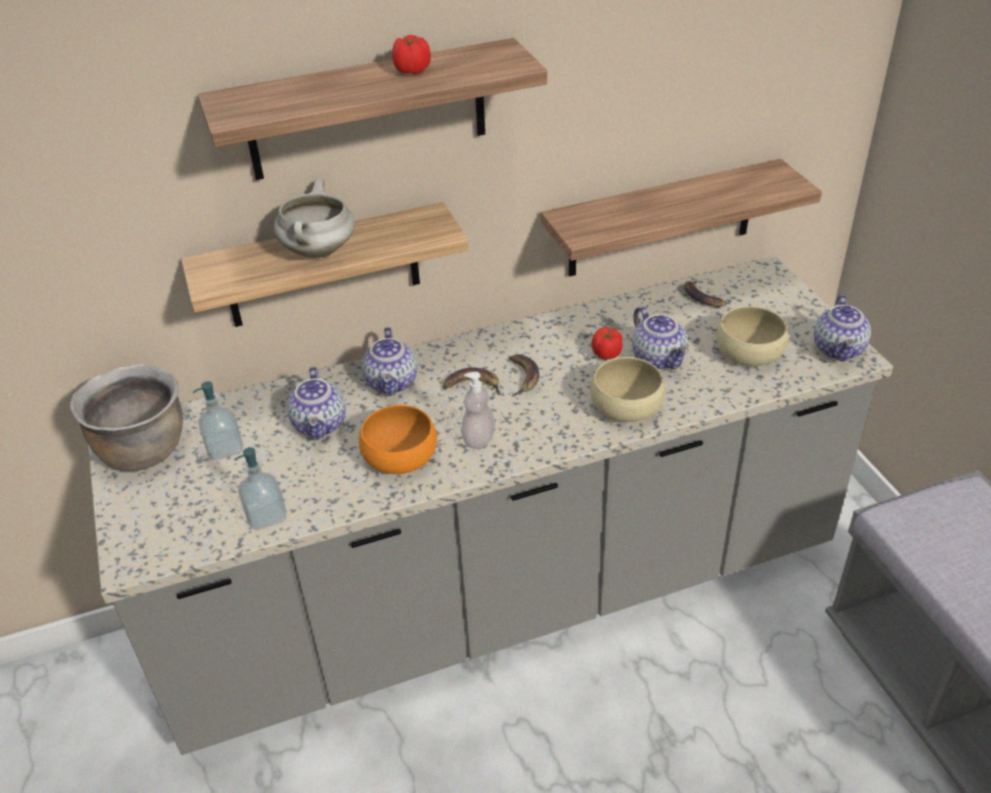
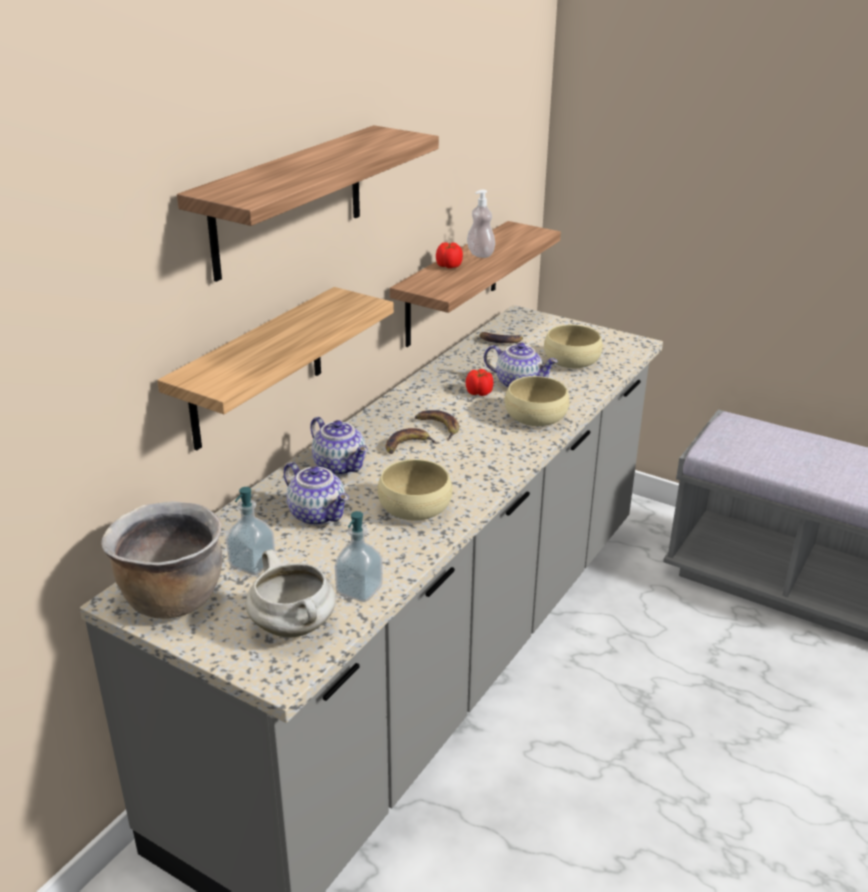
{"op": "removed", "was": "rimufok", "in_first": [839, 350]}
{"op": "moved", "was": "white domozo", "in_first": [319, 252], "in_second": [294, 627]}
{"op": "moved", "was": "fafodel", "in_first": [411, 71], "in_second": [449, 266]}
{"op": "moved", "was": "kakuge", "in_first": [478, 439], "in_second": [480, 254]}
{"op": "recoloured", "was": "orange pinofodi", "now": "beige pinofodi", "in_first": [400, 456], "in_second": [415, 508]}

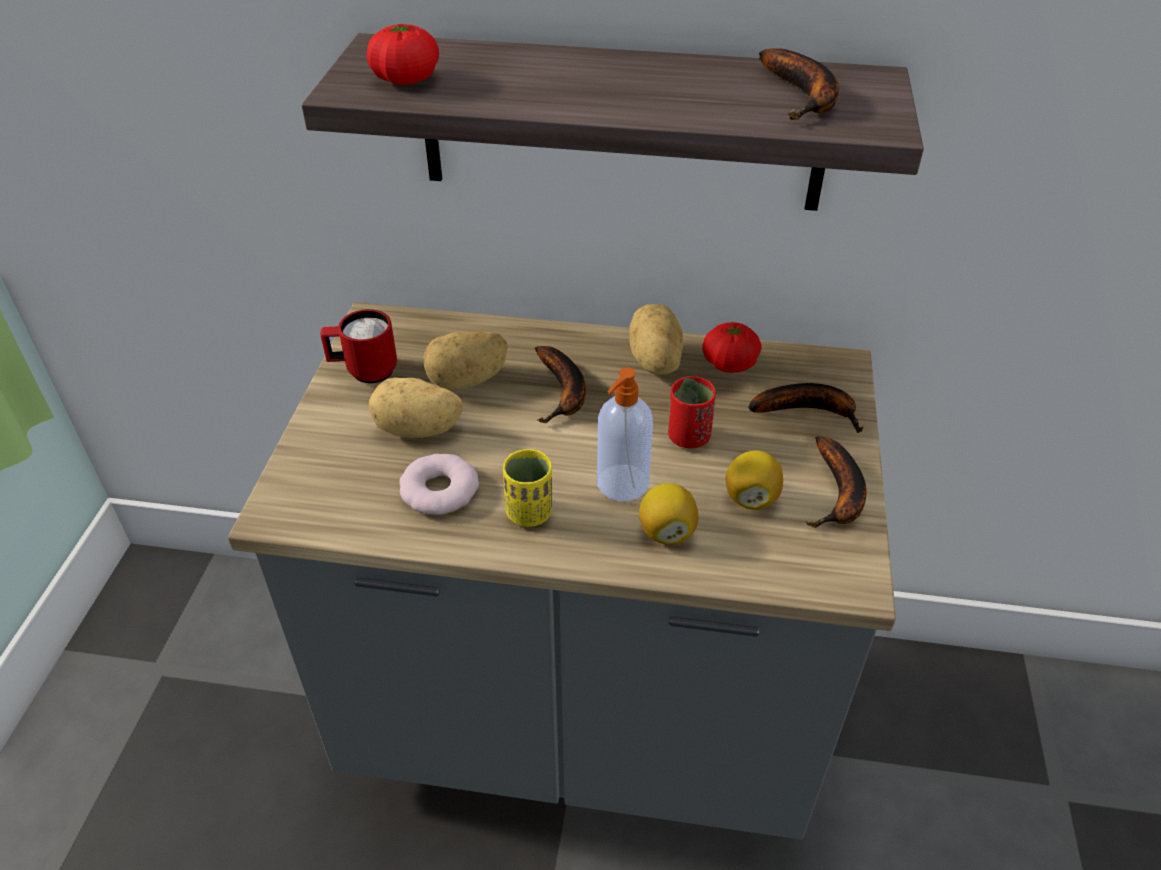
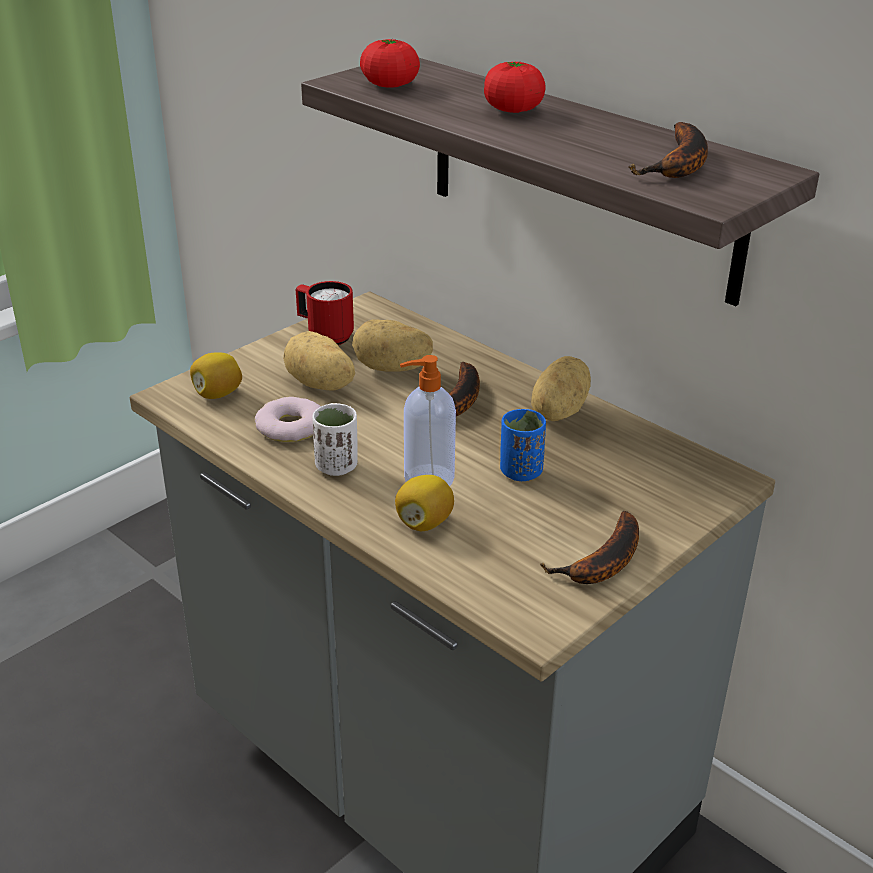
{"op": "removed", "was": "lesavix", "in_first": [809, 410]}
{"op": "moved", "was": "fafodel", "in_first": [729, 363], "in_second": [513, 110]}
{"op": "moved", "was": "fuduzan", "in_first": [751, 497], "in_second": [217, 394]}
{"op": "recoloured", "was": "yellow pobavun", "now": "white pobavun", "in_first": [529, 513], "in_second": [336, 466]}
{"op": "recoloured", "was": "red pobavun", "now": "blue pobavun", "in_first": [688, 437], "in_second": [521, 472]}

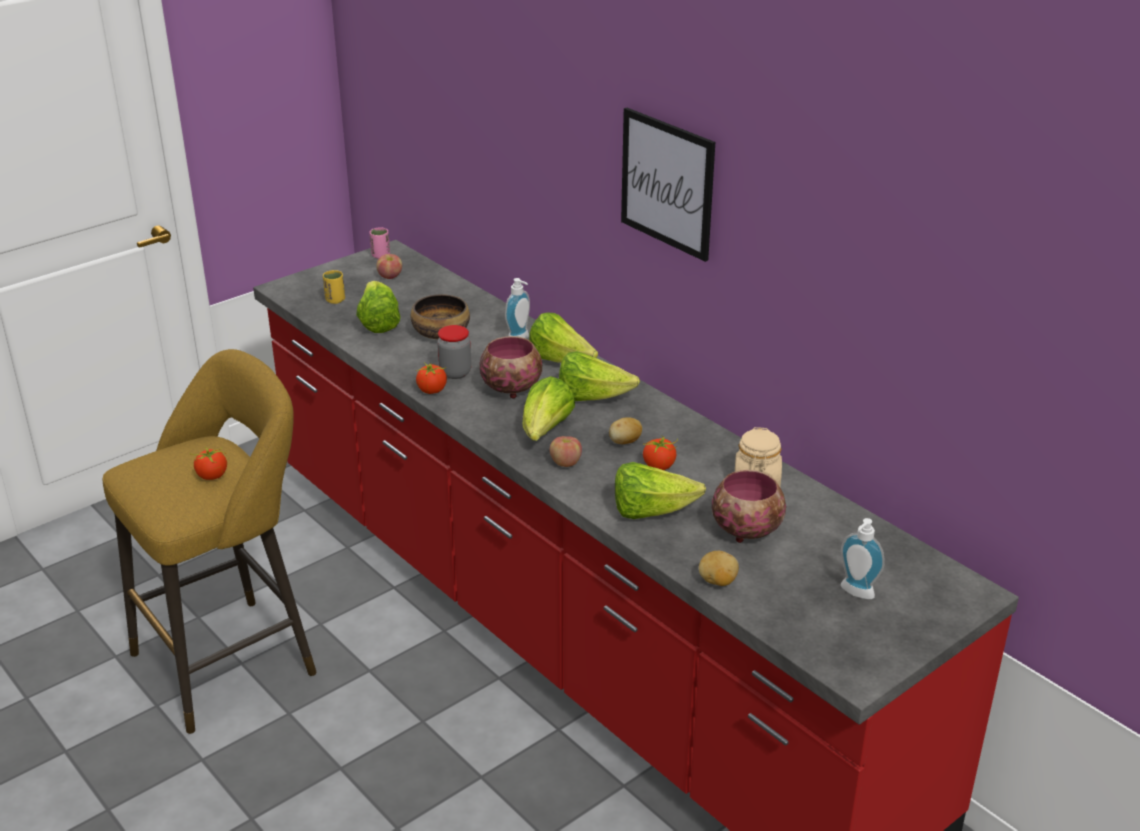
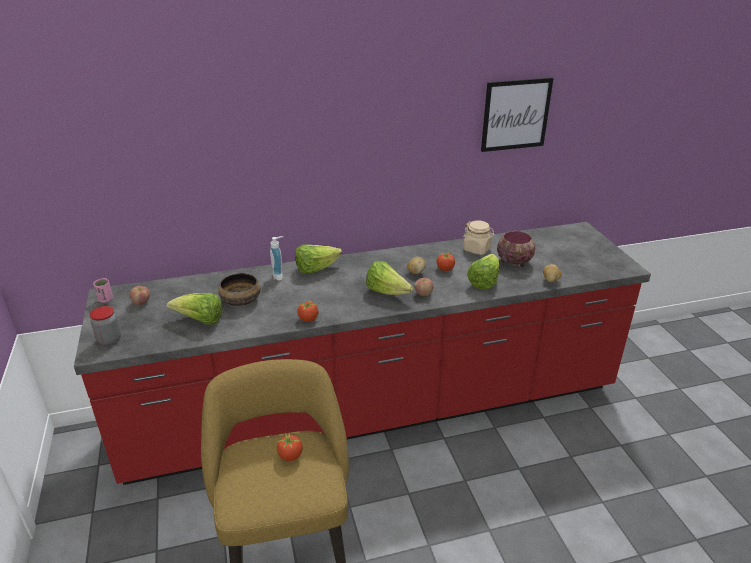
{"op": "removed", "was": "yellow pobavun", "in_first": [335, 300]}
{"op": "removed", "was": "pinofodi", "in_first": [512, 388]}
{"op": "removed", "was": "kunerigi", "in_first": [591, 398]}
{"op": "removed", "was": "kakuge", "in_first": [855, 593]}
{"op": "moved", "was": "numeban", "in_first": [455, 373], "in_second": [109, 340]}
{"op": "moved", "was": "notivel", "in_first": [667, 183], "in_second": [515, 114]}

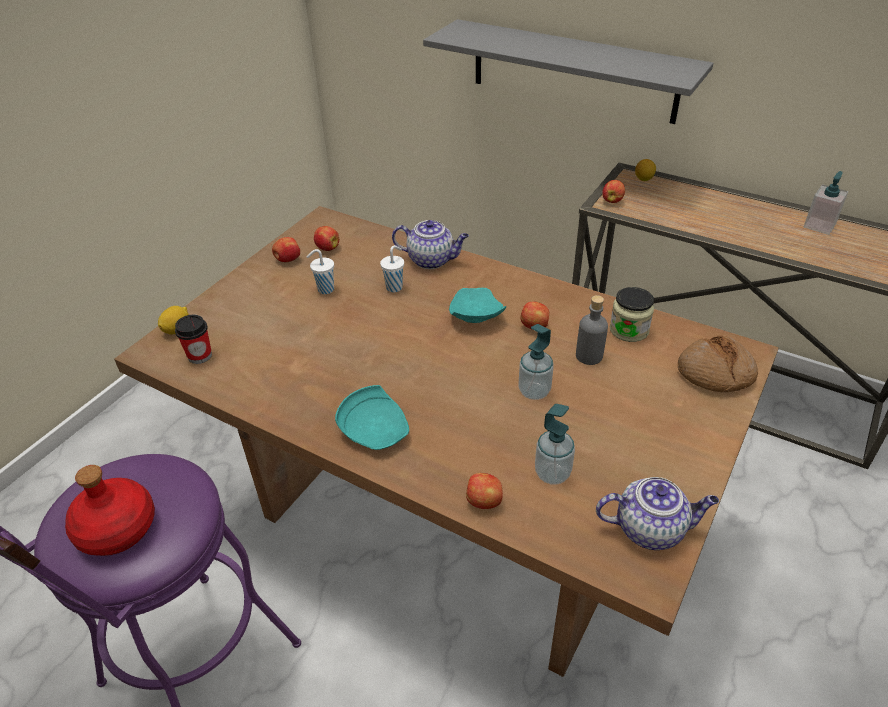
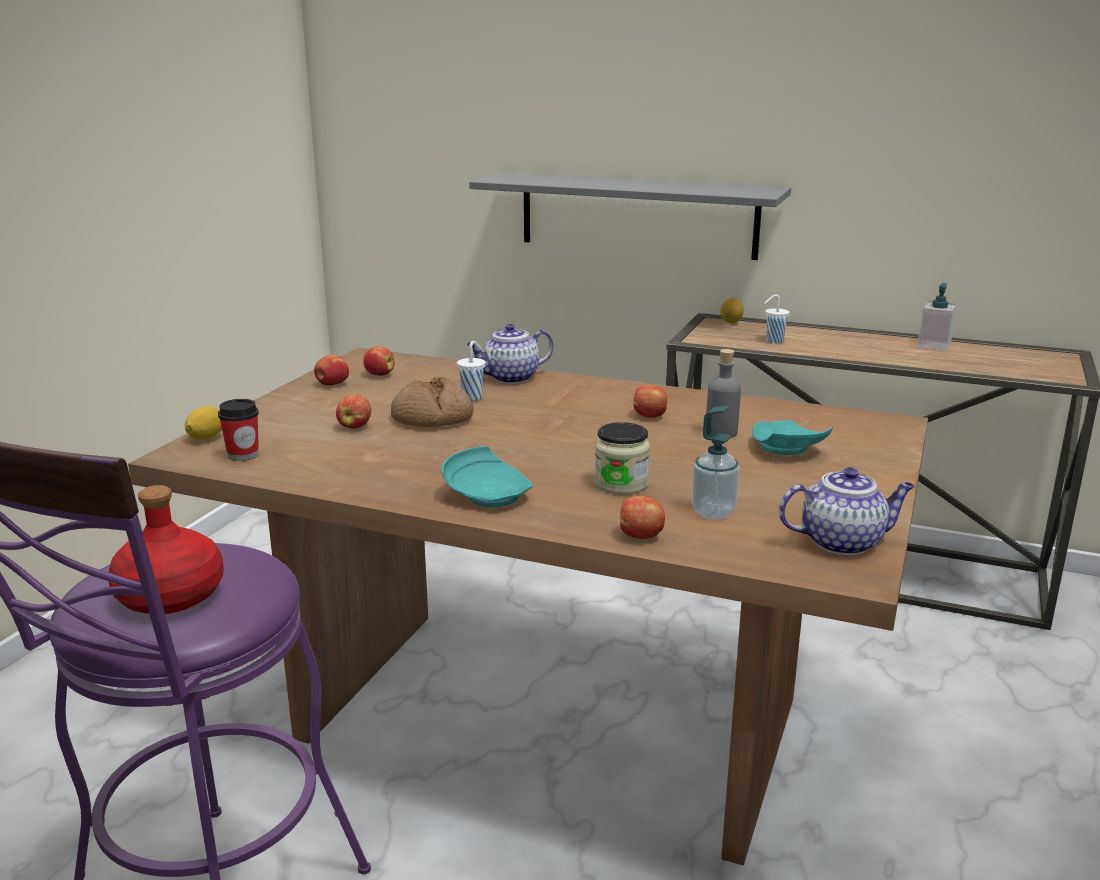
{"op": "removed", "was": "kakuge", "in_first": [534, 391]}
{"op": "moved", "was": "white pobavun", "in_first": [324, 289], "in_second": [773, 341]}
{"op": "moved", "was": "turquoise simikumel", "in_first": [474, 316], "in_second": [786, 450]}
{"op": "moved", "was": "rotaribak", "in_first": [612, 200], "in_second": [355, 426]}
{"op": "moved", "was": "numeban", "in_first": [629, 330], "in_second": [621, 484]}
{"op": "moved", "was": "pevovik", "in_first": [715, 374], "in_second": [432, 418]}
{"op": "turned", "was": "rimufok", "in_first": [432, 260], "in_second": [510, 378], "clockwise": 150}

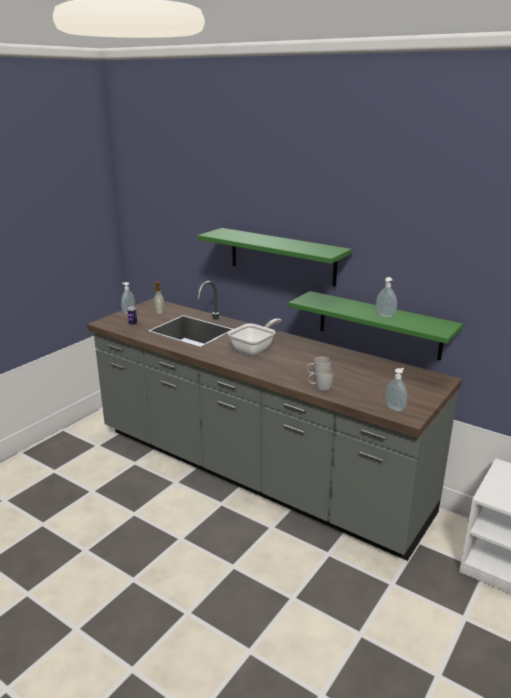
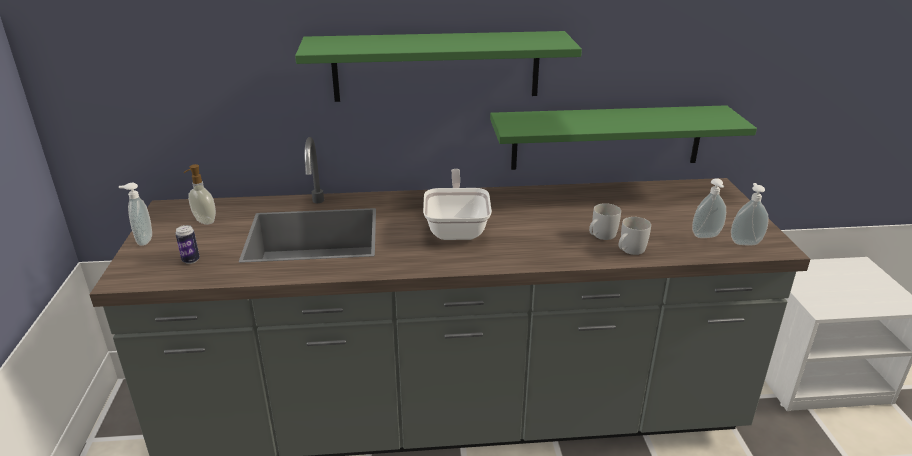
{"op": "moved", "was": "kakuge", "in_first": [384, 316], "in_second": [706, 237]}

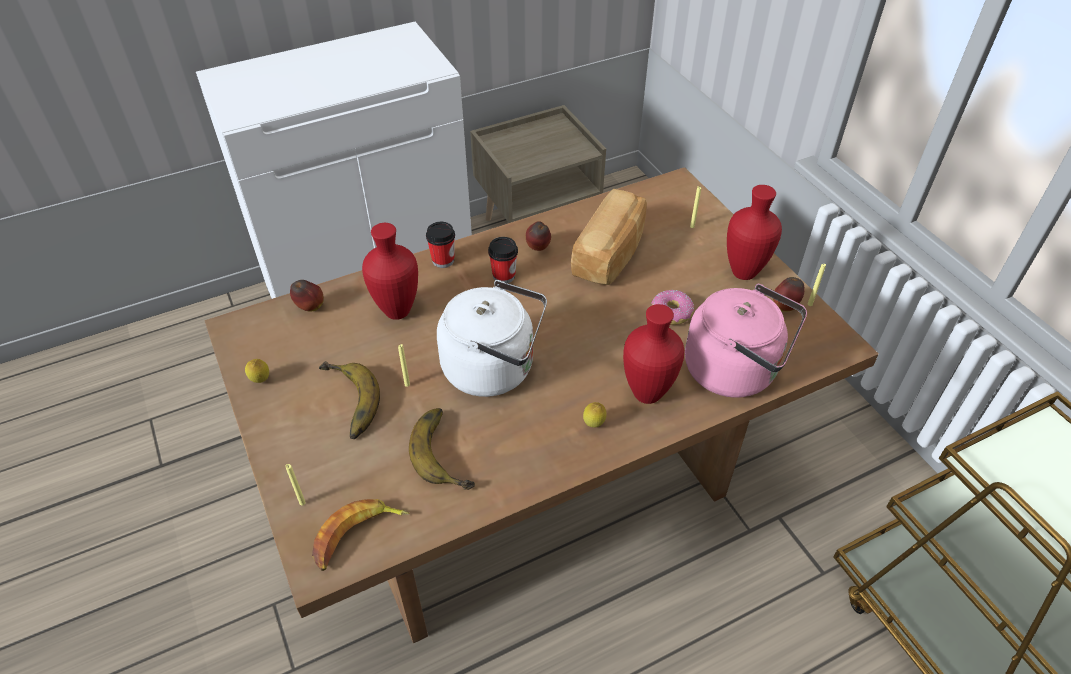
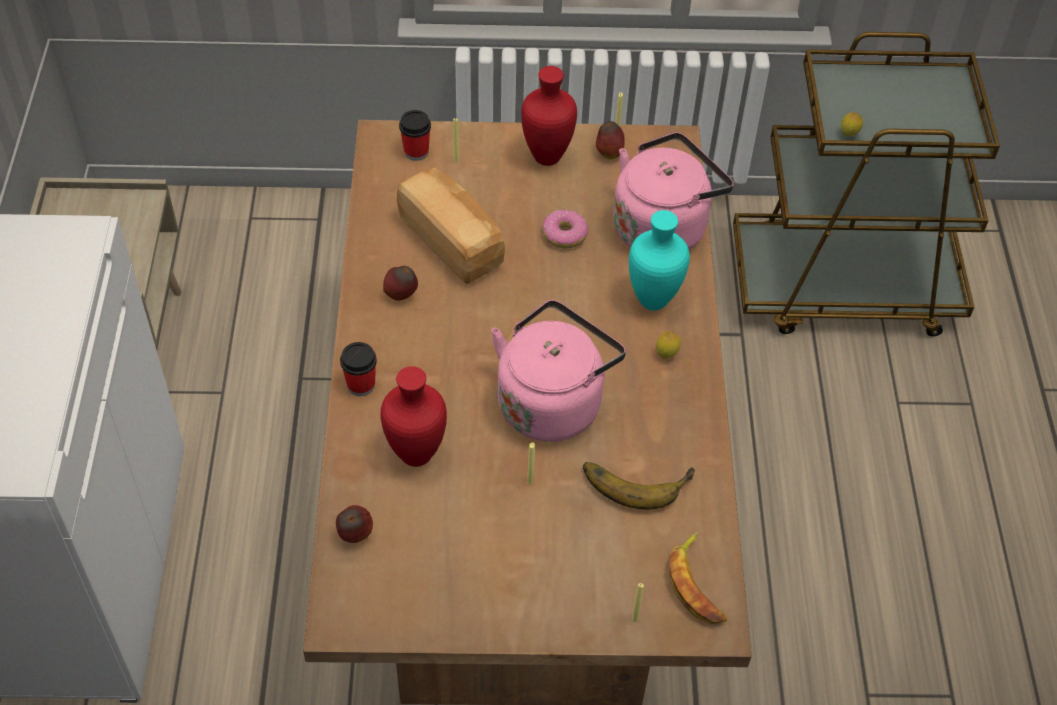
{"op": "removed", "was": "lesavix", "in_first": [344, 403]}
{"op": "moved", "was": "fuduzan", "in_first": [261, 381], "in_second": [848, 135]}
{"op": "moved", "was": "pobavun", "in_first": [504, 276], "in_second": [416, 152]}
{"op": "recoloured", "was": "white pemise", "now": "pink pemise", "in_first": [494, 368], "in_second": [552, 401]}
{"op": "recoloured", "was": "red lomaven", "now": "turquoise lomaven", "in_first": [645, 394], "in_second": [652, 302]}

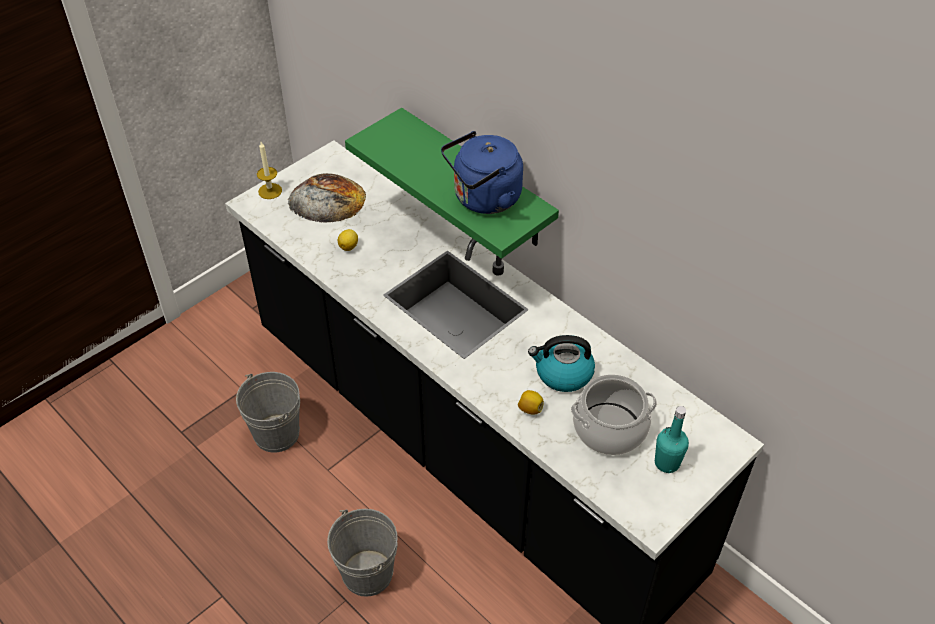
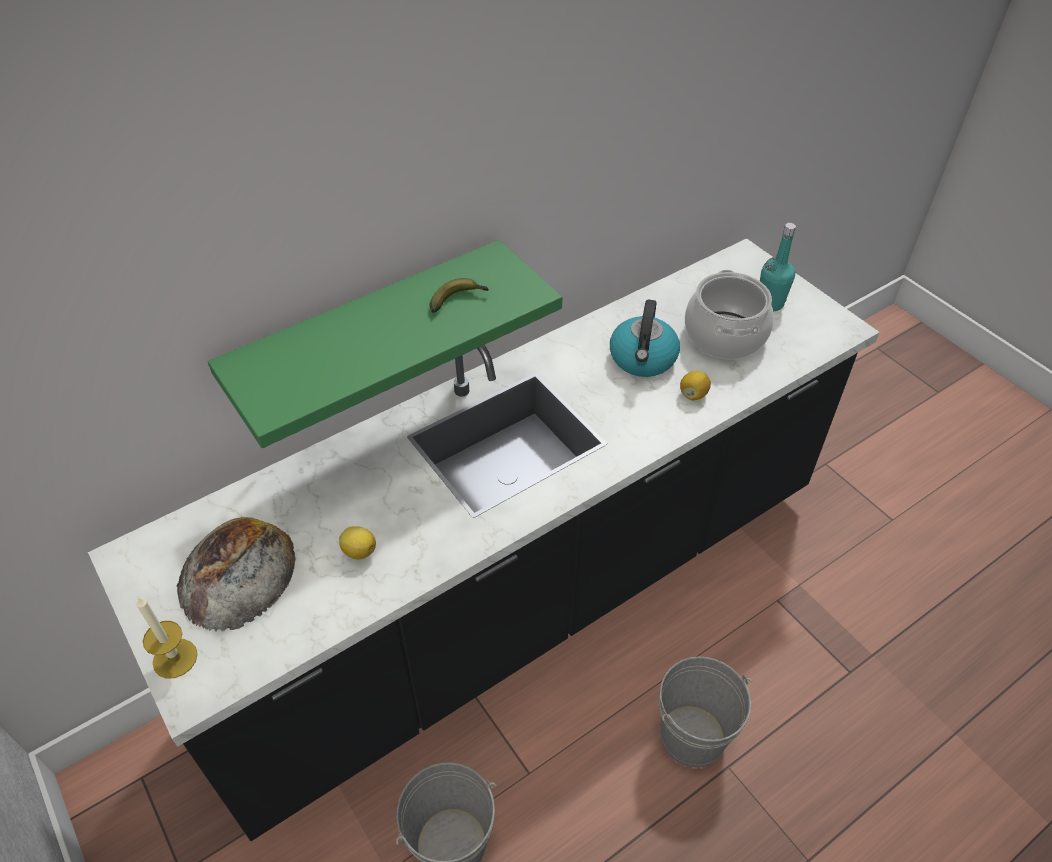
{"op": "replaced", "was": "blue pemise", "now": "lesavix", "in_first": [483, 199], "in_second": [458, 299]}

